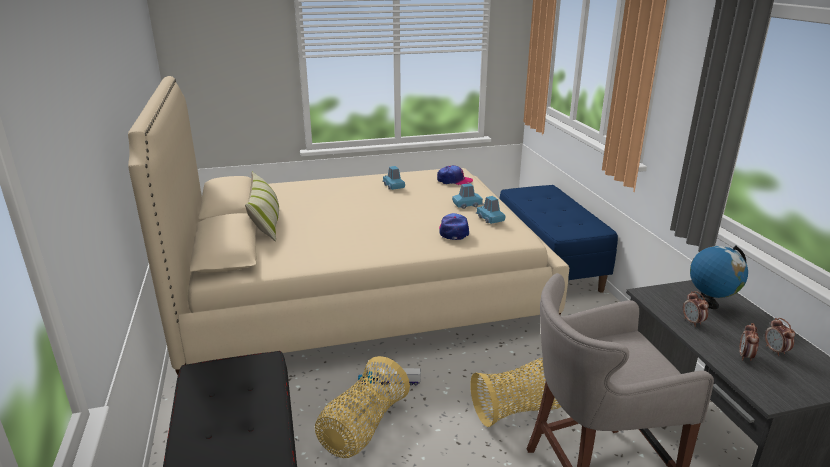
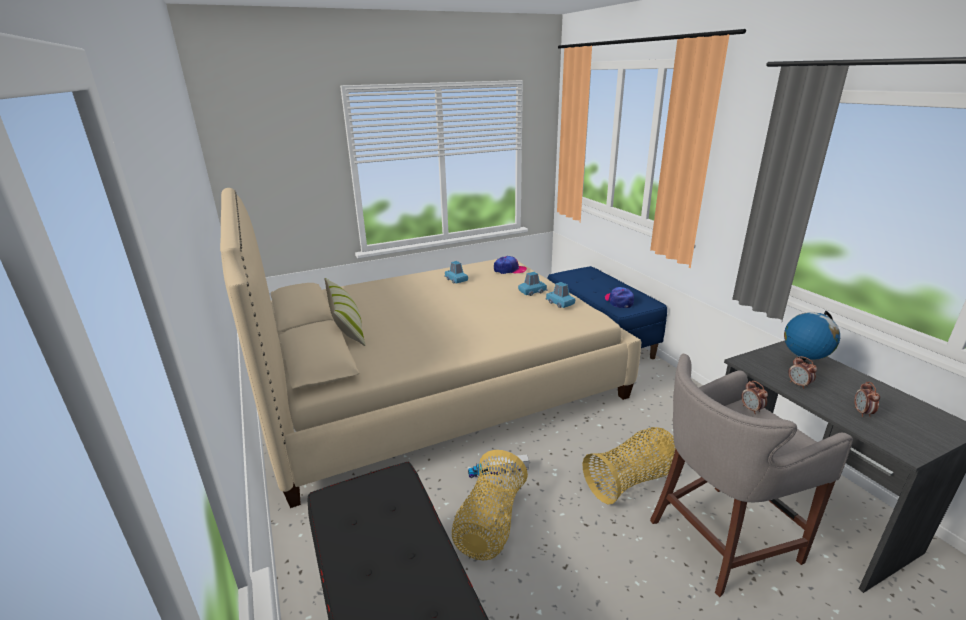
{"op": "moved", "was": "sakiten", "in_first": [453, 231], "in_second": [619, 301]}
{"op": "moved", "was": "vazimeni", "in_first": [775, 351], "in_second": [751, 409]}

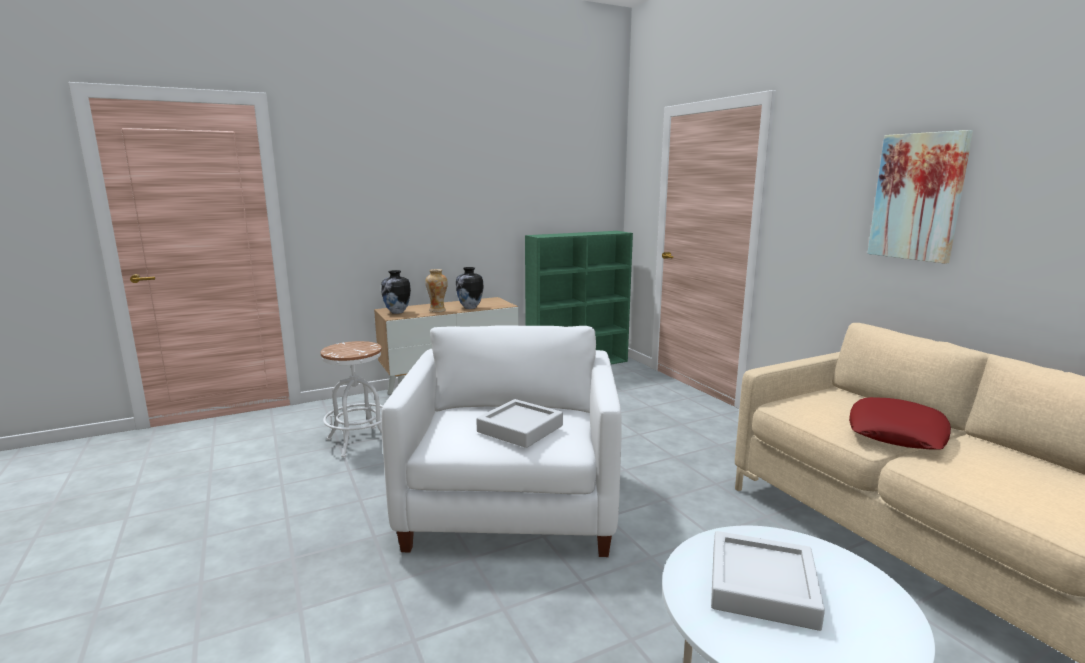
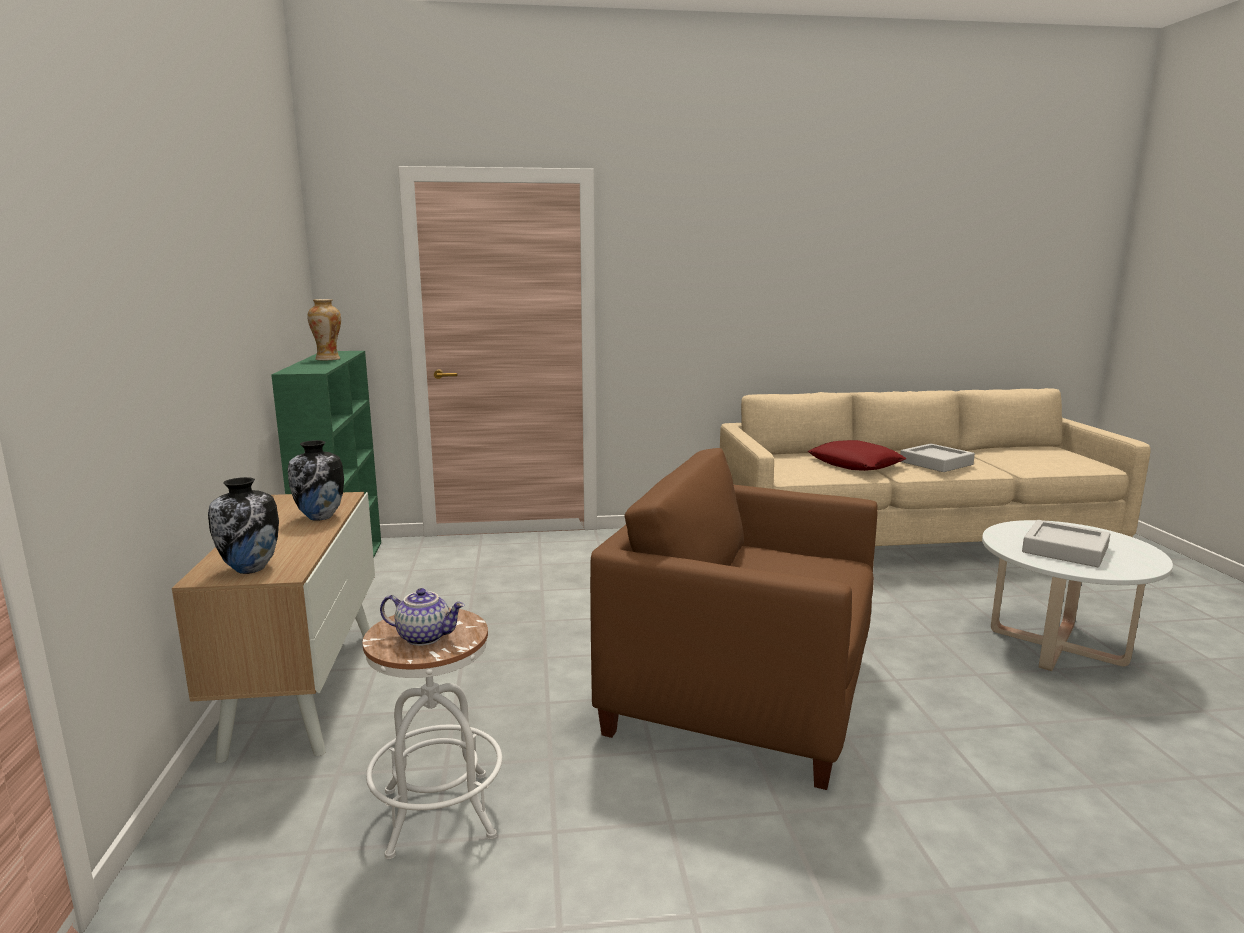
{"op": "removed", "was": "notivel", "in_first": [918, 197]}
{"op": "added", "now": "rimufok", "in_second": [425, 637]}
{"op": "moved", "was": "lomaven", "in_first": [437, 310], "in_second": [328, 359]}
{"op": "moved", "was": "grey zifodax", "in_first": [520, 429], "in_second": [936, 463]}
{"op": "recoloured", "was": "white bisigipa", "now": "brown bisigipa", "in_first": [511, 506], "in_second": [741, 694]}

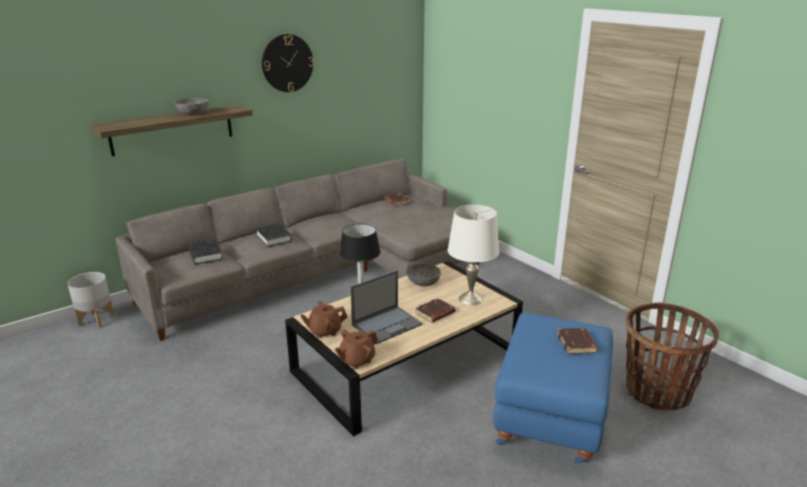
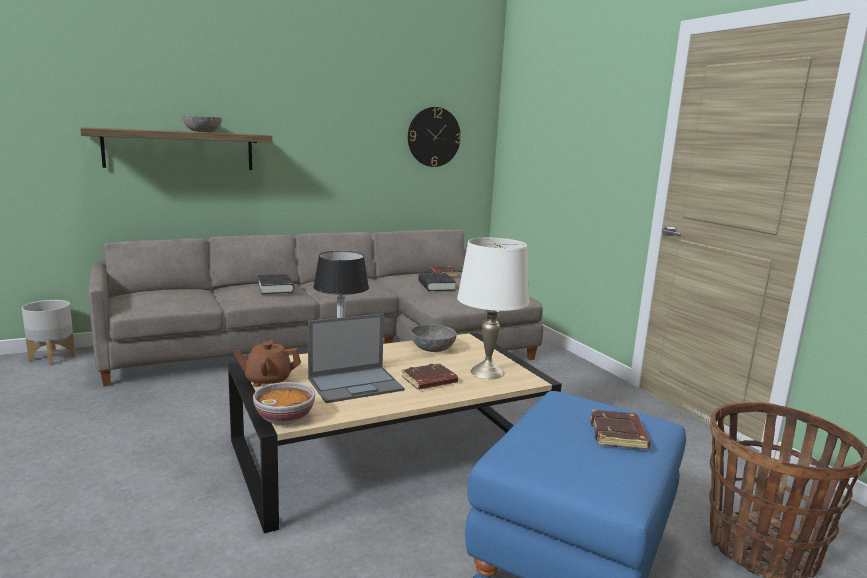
{"op": "moved", "was": "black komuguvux", "in_first": [205, 255], "in_second": [436, 286]}
{"op": "moved", "was": "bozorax", "in_first": [287, 63], "in_second": [434, 137]}
{"op": "replaced", "was": "brown rimufok", "now": "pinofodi", "in_first": [356, 360], "in_second": [285, 417]}

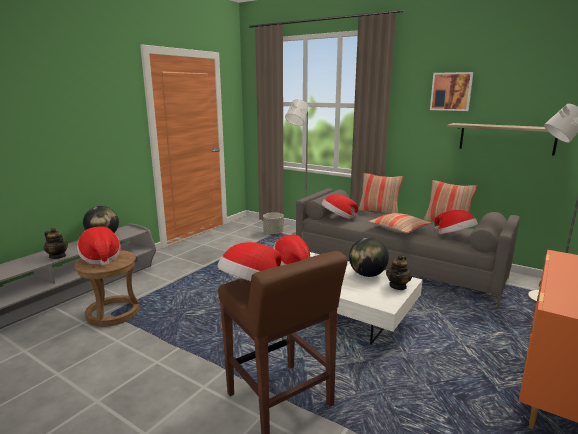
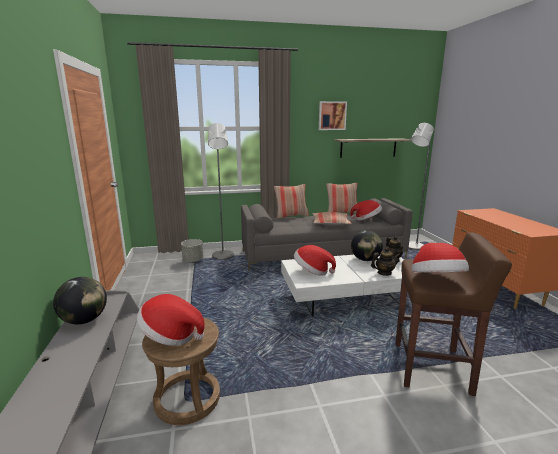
{"op": "removed", "was": "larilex", "in_first": [338, 218]}
{"op": "moved", "was": "rimufok", "in_first": [58, 256], "in_second": [384, 273]}

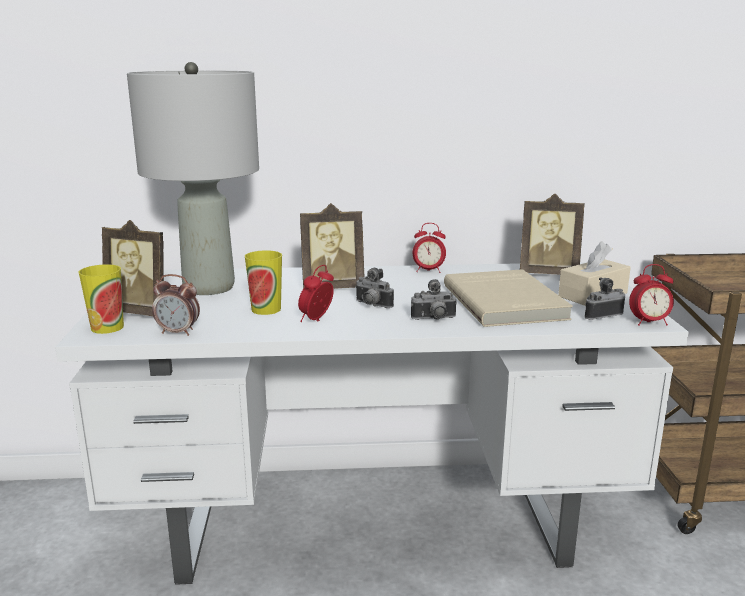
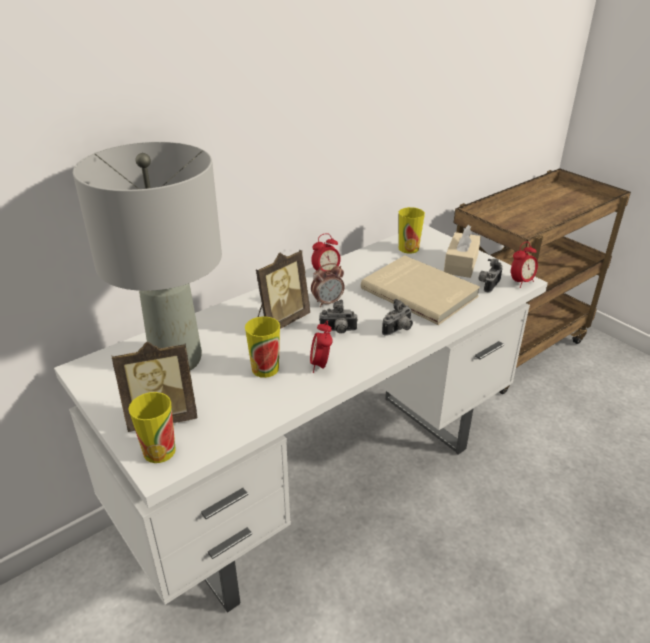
{"op": "moved", "was": "vazimeni", "in_first": [178, 332], "in_second": [327, 302]}
{"op": "replaced", "was": "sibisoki", "now": "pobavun", "in_first": [548, 273], "in_second": [408, 248]}

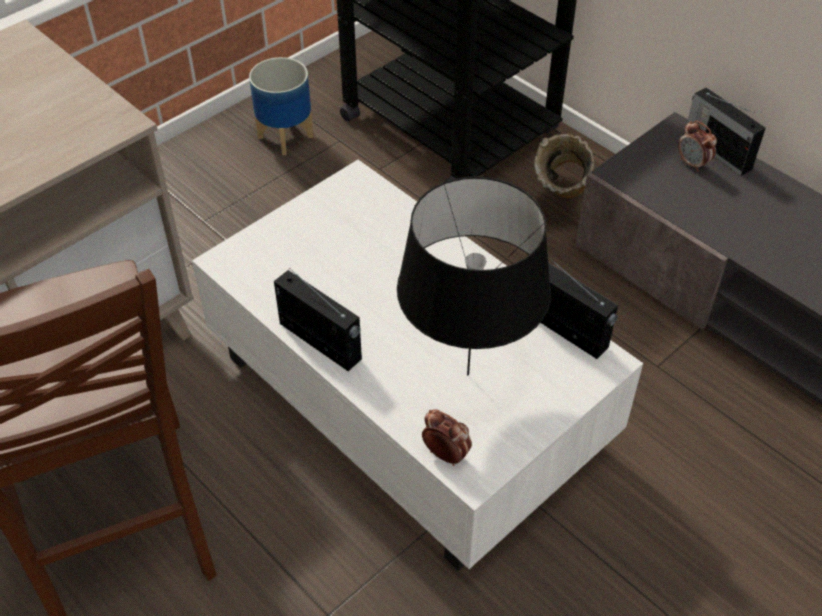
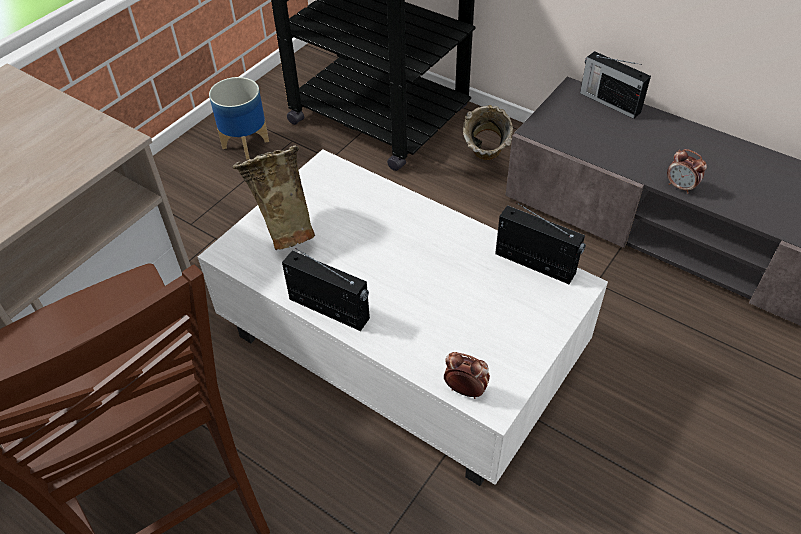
{"op": "removed", "was": "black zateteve", "in_first": [468, 375]}
{"op": "added", "now": "beige lomaven", "in_second": [284, 229]}
{"op": "moved", "was": "vazimeni", "in_first": [692, 164], "in_second": [680, 187]}

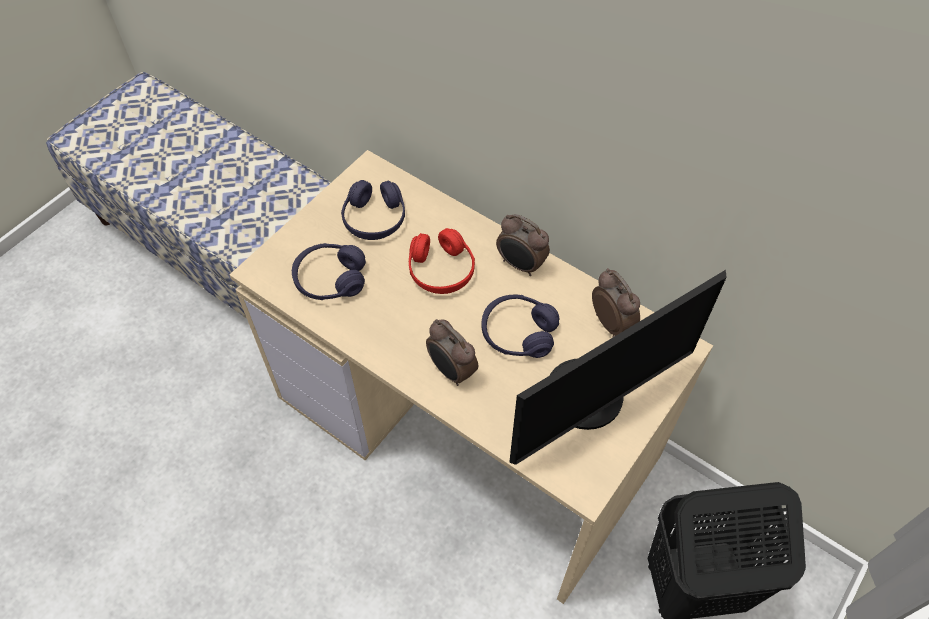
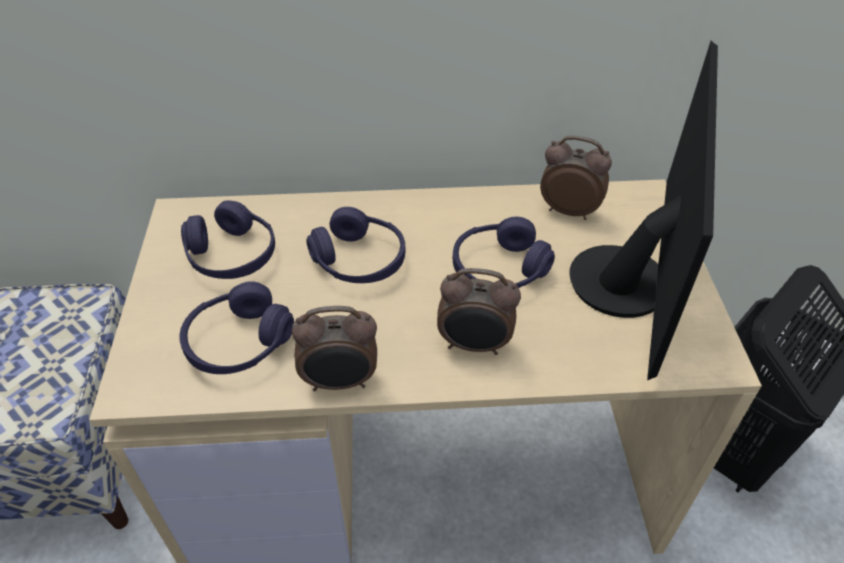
{"op": "moved", "was": "vazimeni", "in_first": [520, 265], "in_second": [340, 382]}
{"op": "recoloured", "was": "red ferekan", "now": "purple ferekan", "in_first": [441, 270], "in_second": [359, 260]}

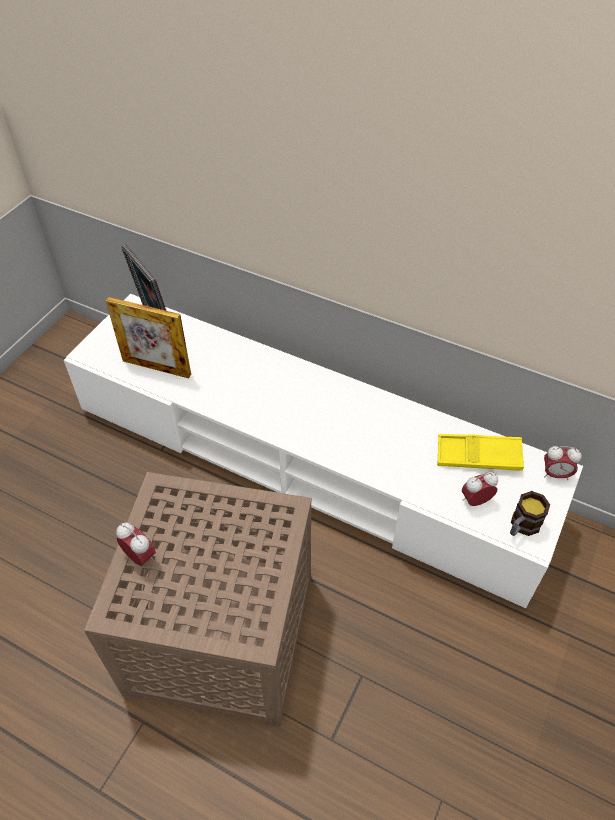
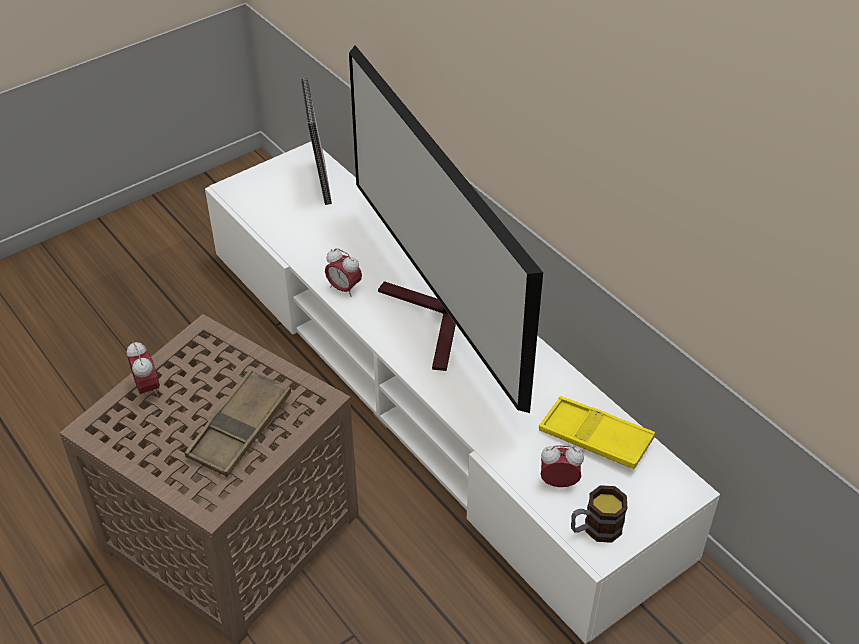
{"op": "removed", "was": "sibisoki", "in_first": [156, 367]}
{"op": "added", "now": "brown zifodax", "in_second": [240, 428]}
{"op": "added", "now": "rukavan", "in_second": [435, 322]}
{"op": "moved", "was": "vazimeni", "in_first": [555, 474], "in_second": [344, 288]}

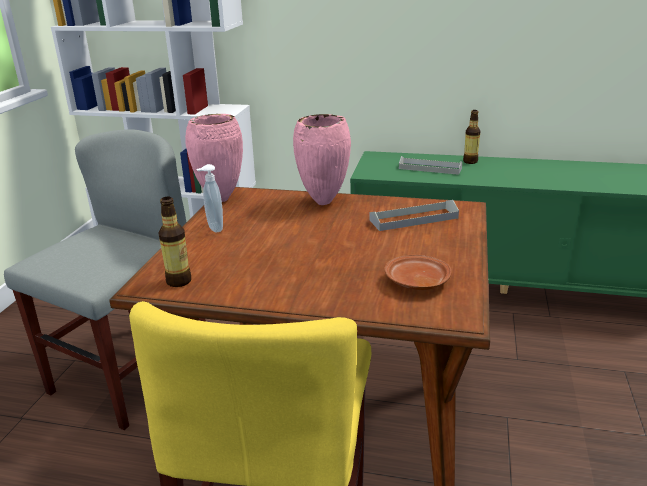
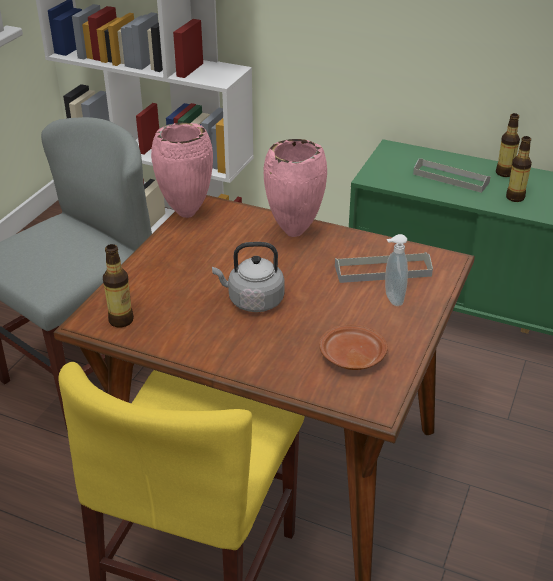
{"op": "added", "now": "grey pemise", "in_second": [252, 301]}
{"op": "added", "now": "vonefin", "in_second": [515, 197]}
{"op": "moved", "was": "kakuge", "in_first": [213, 228], "in_second": [392, 299]}

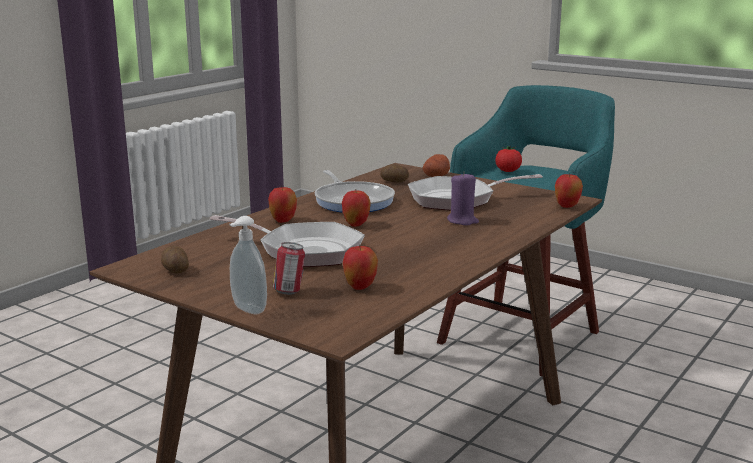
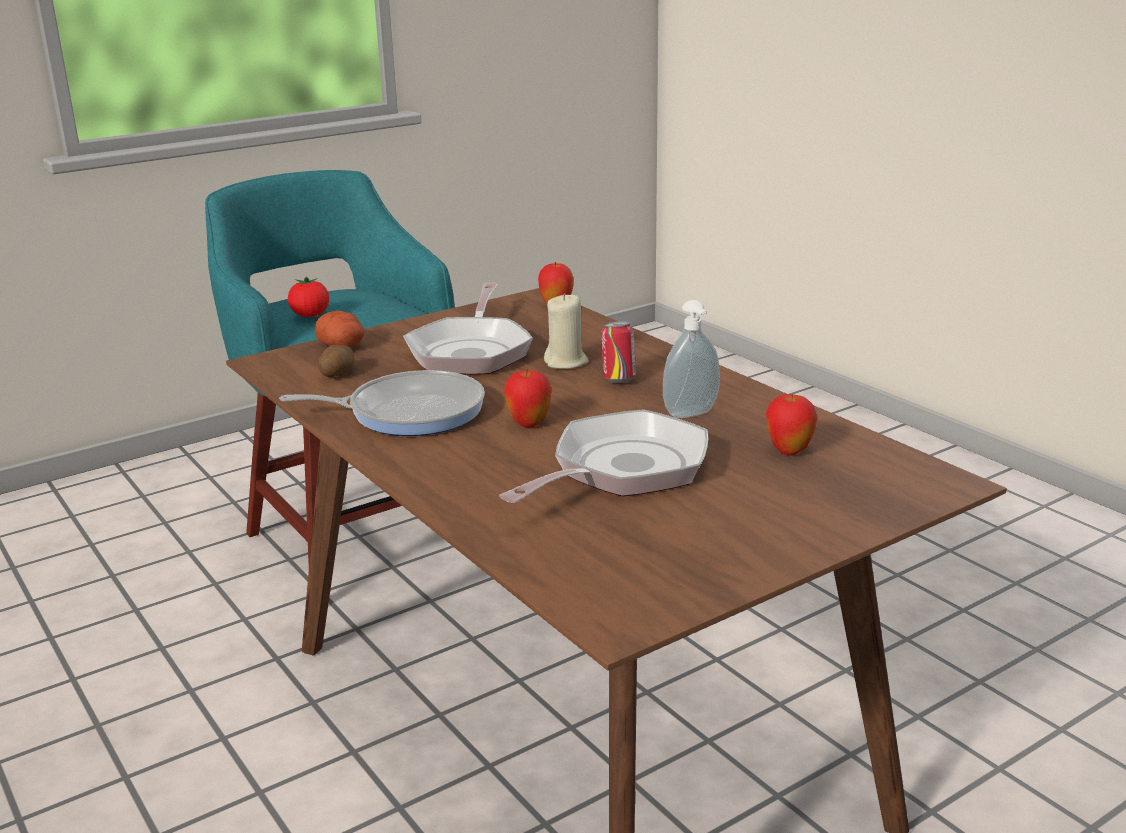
{"op": "removed", "was": "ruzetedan", "in_first": [175, 270]}
{"op": "removed", "was": "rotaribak", "in_first": [283, 221]}
{"op": "moved", "was": "kakuge", "in_first": [247, 310], "in_second": [692, 414]}
{"op": "moved", "was": "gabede", "in_first": [289, 292], "in_second": [618, 380]}
{"op": "recoloured", "was": "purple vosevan", "now": "beige vosevan", "in_first": [462, 221], "in_second": [566, 362]}

